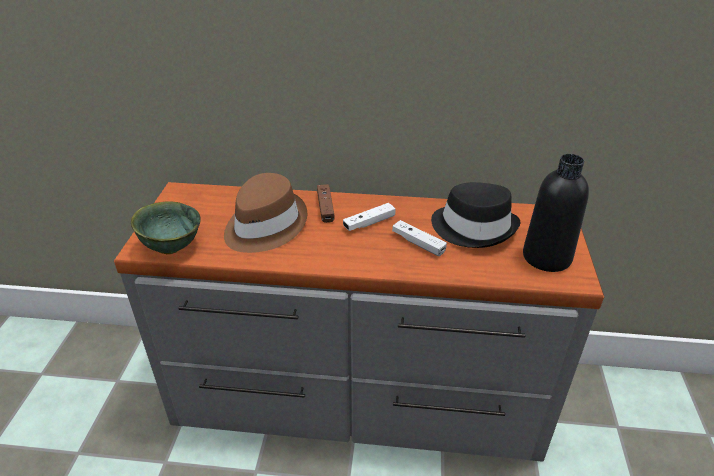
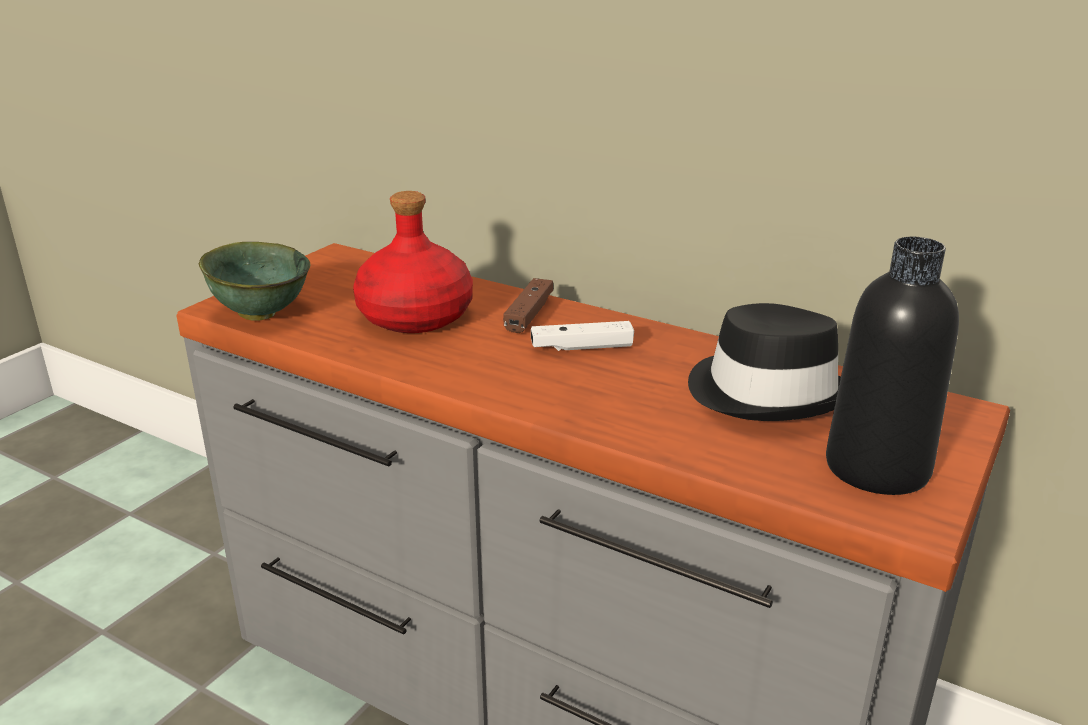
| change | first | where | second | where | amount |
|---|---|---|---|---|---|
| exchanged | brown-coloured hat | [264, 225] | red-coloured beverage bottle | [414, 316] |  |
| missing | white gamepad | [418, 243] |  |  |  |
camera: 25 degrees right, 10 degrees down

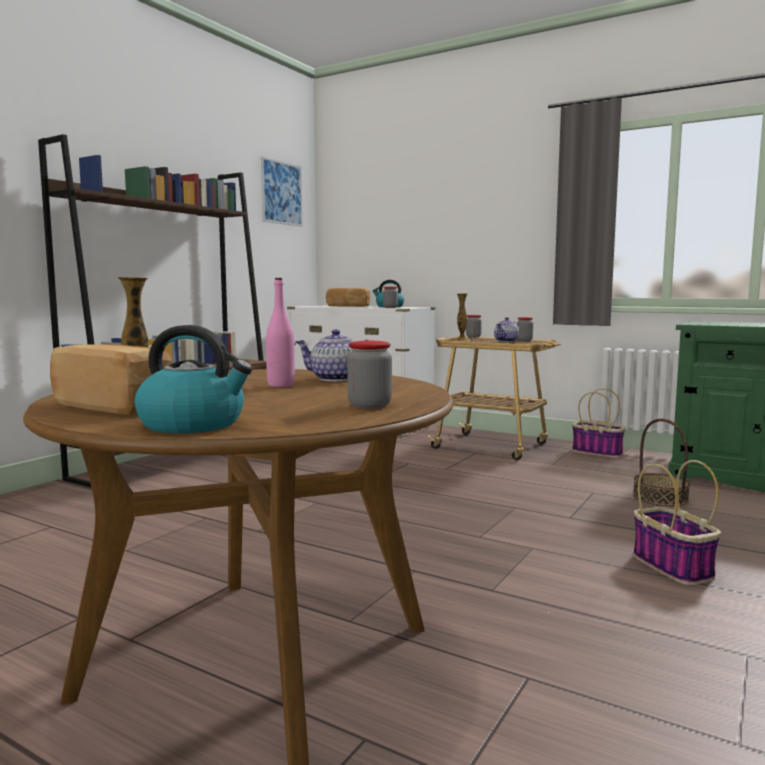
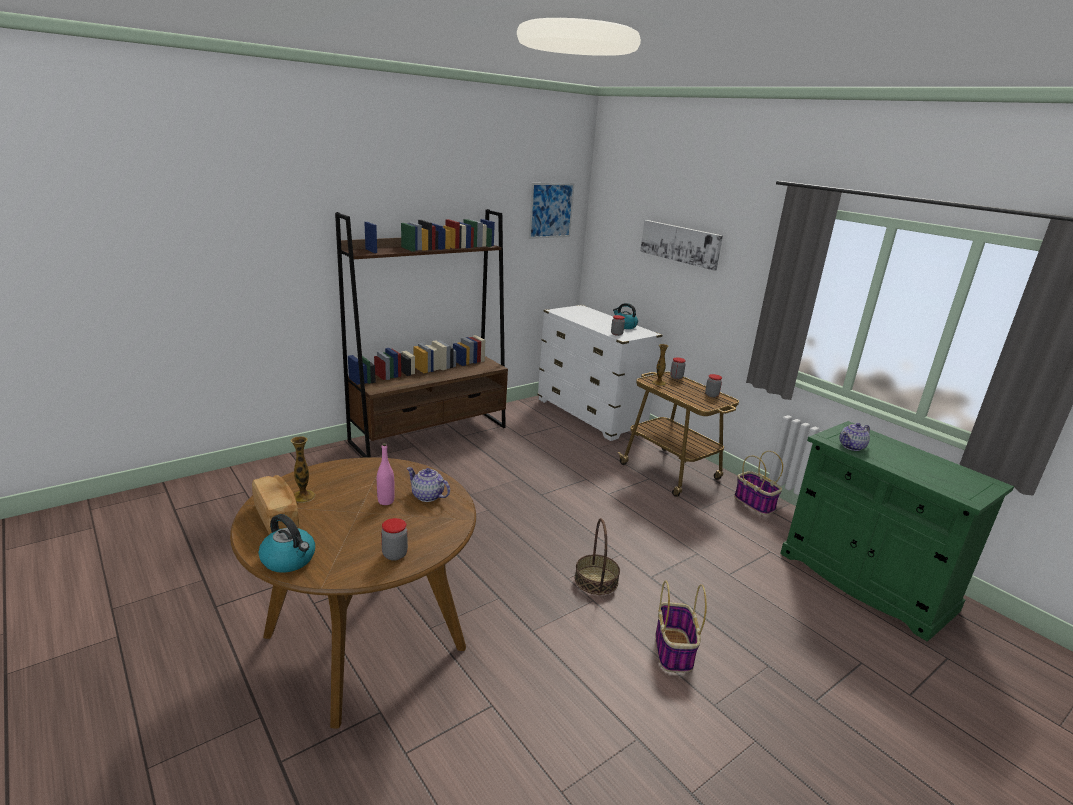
| change | first | where | second | where | amount |
|---|---|---|---|---|---|
| missing | bakery bread | [347, 306] |  |  |  |
| relocated | tea pot | [506, 341] |  | [852, 447] |  |
| relocated | basket | [660, 498] |  | [596, 580] |  |
| appeared |  |  | wall picture | [680, 244] |  |
camera: 20 degrees right, 15 degrees up

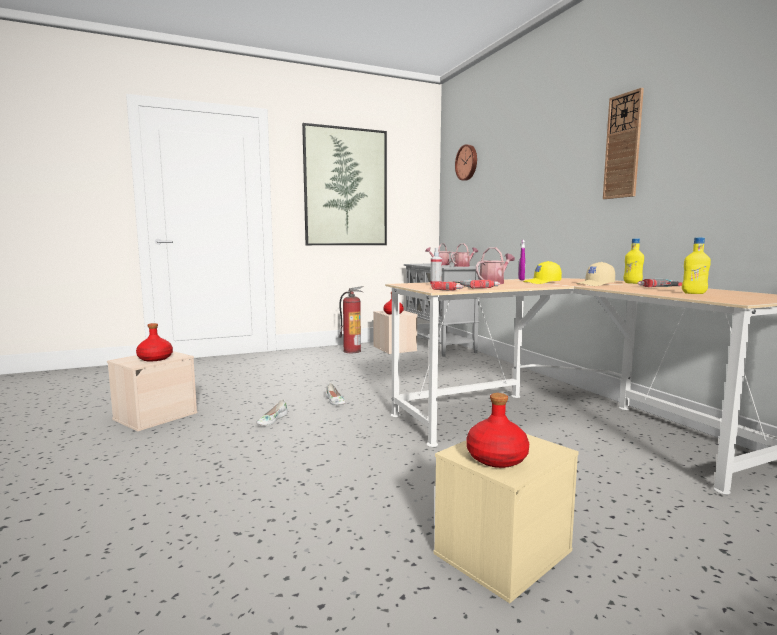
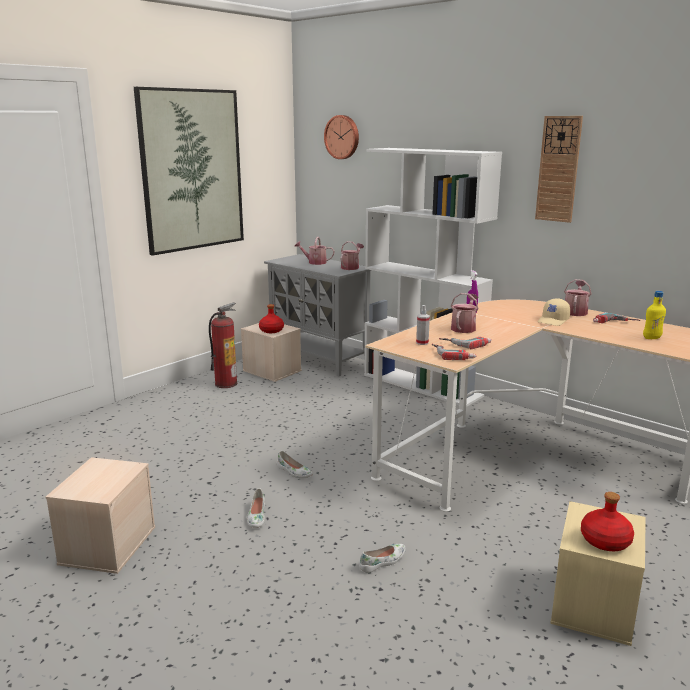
| change | first | where | second | where | amount |
|---|---|---|---|---|---|
| exchanged | yellow beverage bottle | [632, 283] | watering pot | [575, 311] |  |
| missing | yellow cap | [542, 282] |  |  |  |
| missing | red-coloured beverage bottle | [155, 358] |  |  |  |
| appeared |  |  | white bookshelf | [422, 385] |  |
| appeared |  |  | white low shoe | [383, 562] |  |
camera: 25 degrees left, 10 degrees up

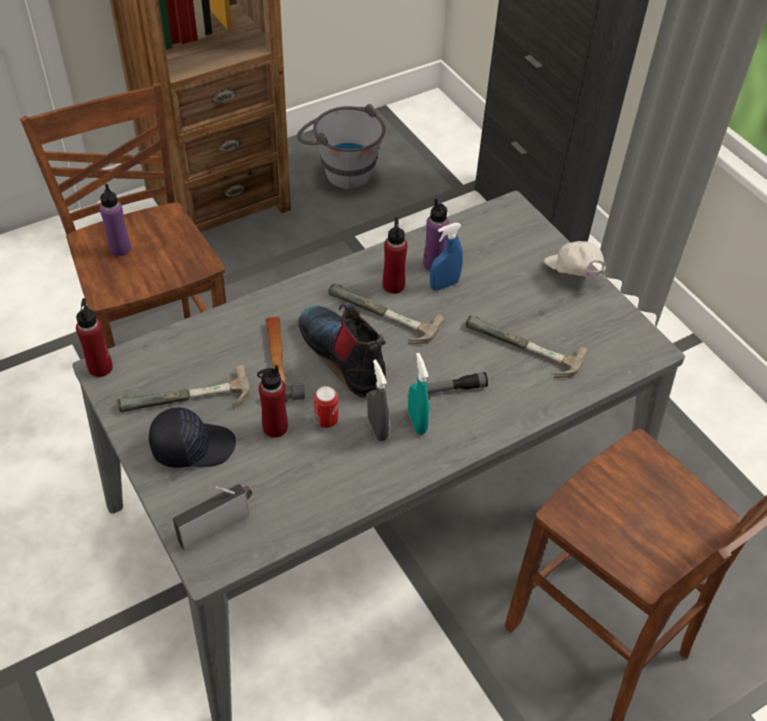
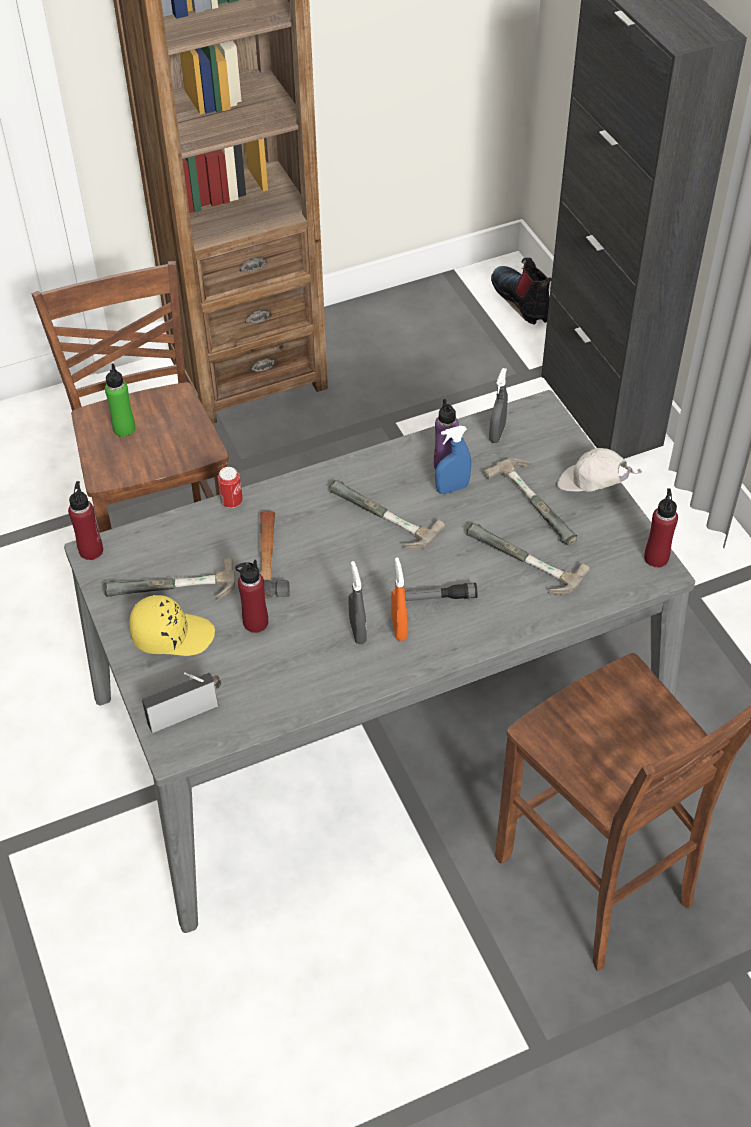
| change | first | where | second | where | amount |
|---|---|---|---|---|---|
| missing | greyish water bucket | [341, 170] |  |  |  |
| colour | purple-coloured beverage bottle | [120, 249] | greenish beverage bottle | [124, 429] |  |
| relocated | red-coloured beverage bottle | [393, 285] |  | [656, 558] |  |
| spun | white cap | [572, 275] |  | [592, 487] | 45 degrees counterclockwise |
| relocated | high-top boot | [345, 357] |  | [522, 301] |  |
| colour | blue-green hand sprayer | [417, 422] | orange hand sprayer | [399, 628] |  |
| relocated | metal can | [326, 420] |  | [231, 502] |  |
| colour | black-coloured cap | [192, 446] | yellow cap | [172, 634] |  |
| appeared |  |  | greyish hand sprayer | [497, 434] |  |
| appeared |  |  | tool hammer | [539, 501] |  |
camera: 10 degrees right, 0 degrees up

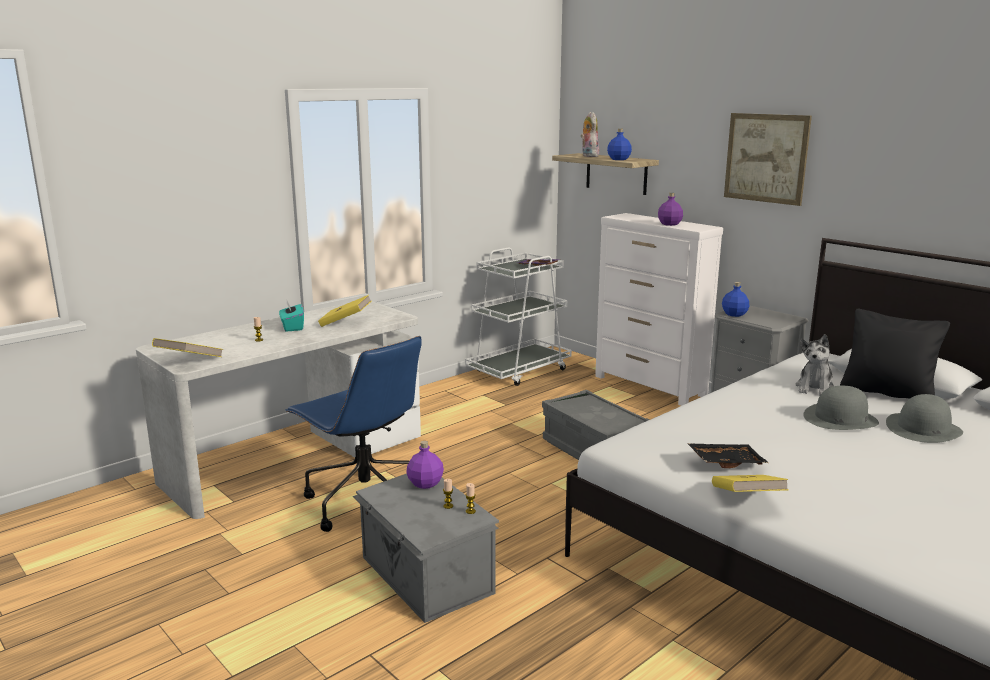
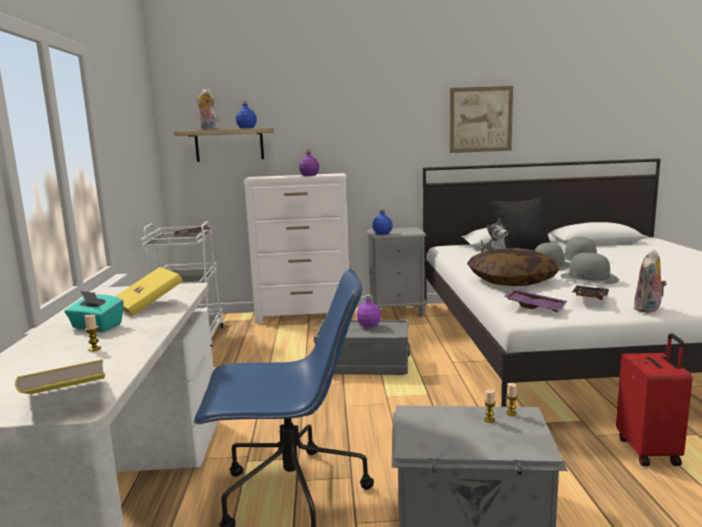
| change | first | where | second | where | amount |
|---|---|---|---|---|---|
| relocated | wall picture | [766, 158] |  | [480, 119] |  |
| relocated | purple-coloured beverage bottle | [424, 484] |  | [368, 325] |  |
| exchanged | yellow bound book | [746, 499] | soft toy | [648, 309] |  |
| appeared |  |  | throw pillow | [511, 281] |  |
| appeared |  |  | greyish hat | [589, 278] |  |
| appeared |  |  | purple-coloured tray | [535, 306] |  |
| appeared |  |  | red-coloured travel case | [649, 451] |  |
camera: 50 degrees left, 5 degrees down

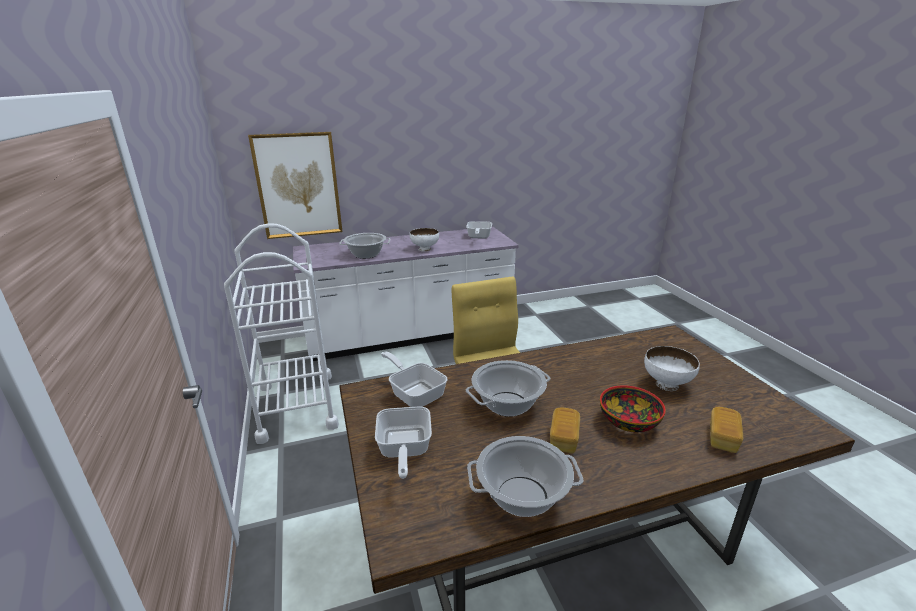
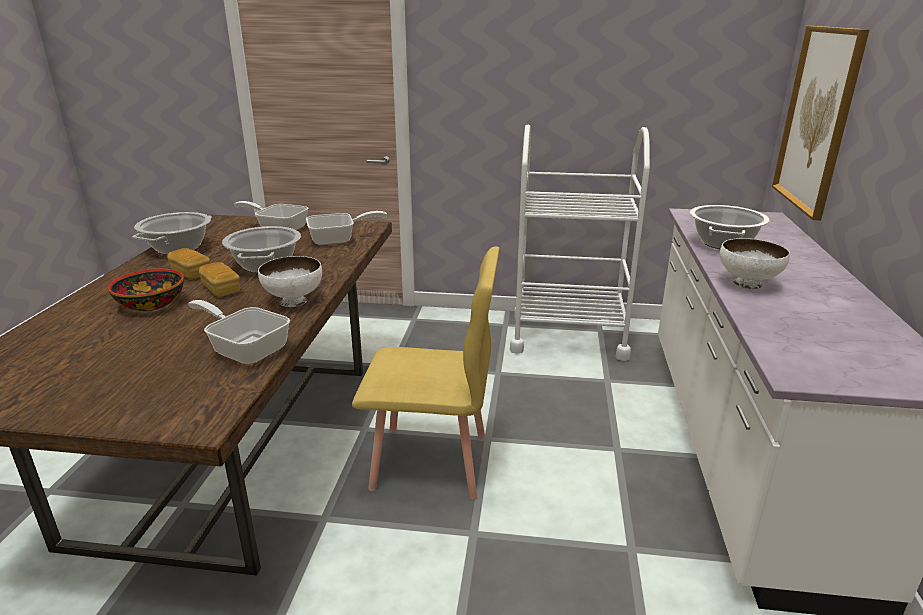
| change | first | where | second | where | amount |
|---|---|---|---|---|---|
| relocated | pan | [478, 237] |  | [245, 348] |  |
| relocated | white bowl | [666, 384] |  | [294, 301] |  |
| relocated | bakery bread | [722, 438] |  | [221, 290] |  |
camera: 115 degrees right, 0 degrees up

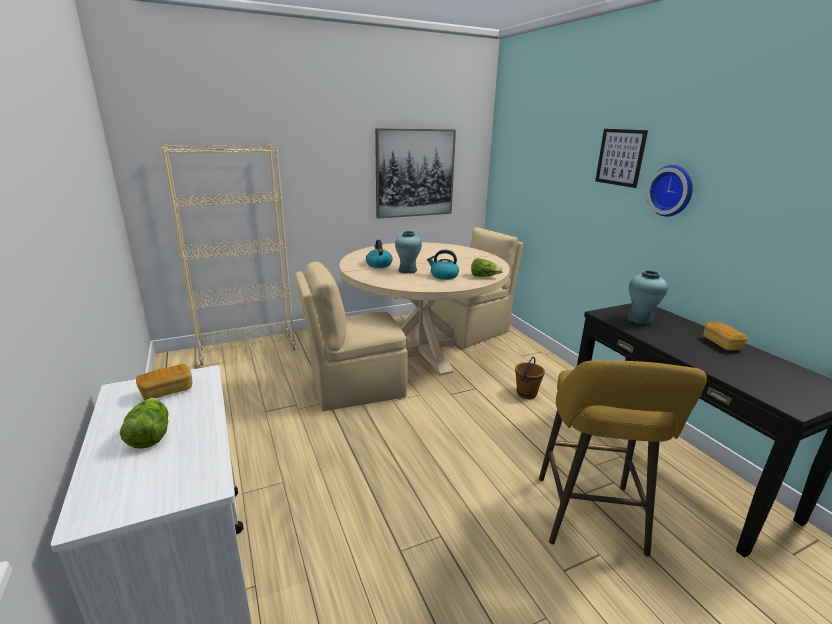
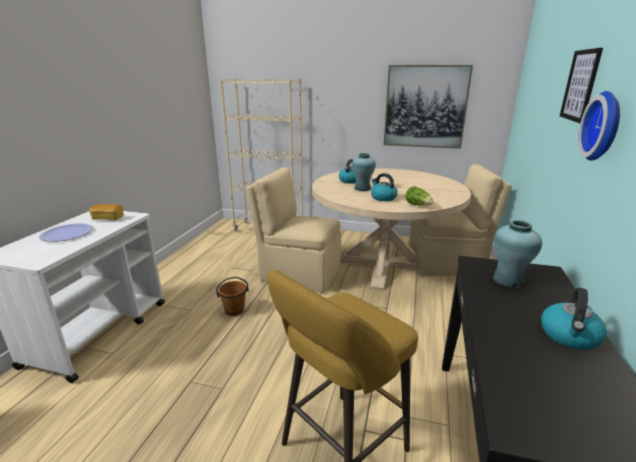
| change | first | where | second | where | amount |
|---|---|---|---|---|---|
| exchanged | bakery bread | [721, 344] | kettle | [569, 336] |  |
| relocated | brown-coloured water bucket | [526, 394] |  | [234, 311] |  |
| exchanged | lettuce | [149, 435] | plate | [67, 234] |  |
camera: 40 degrees right, 0 degrees up

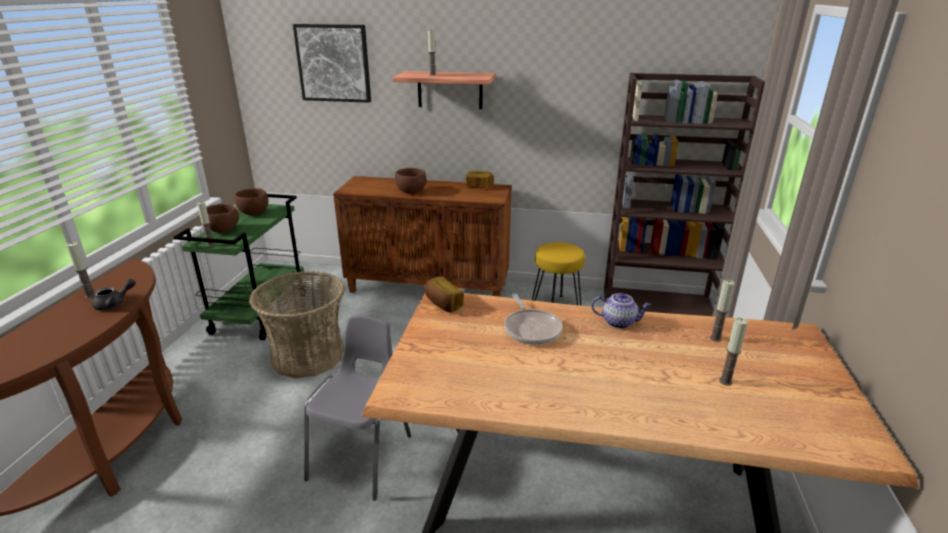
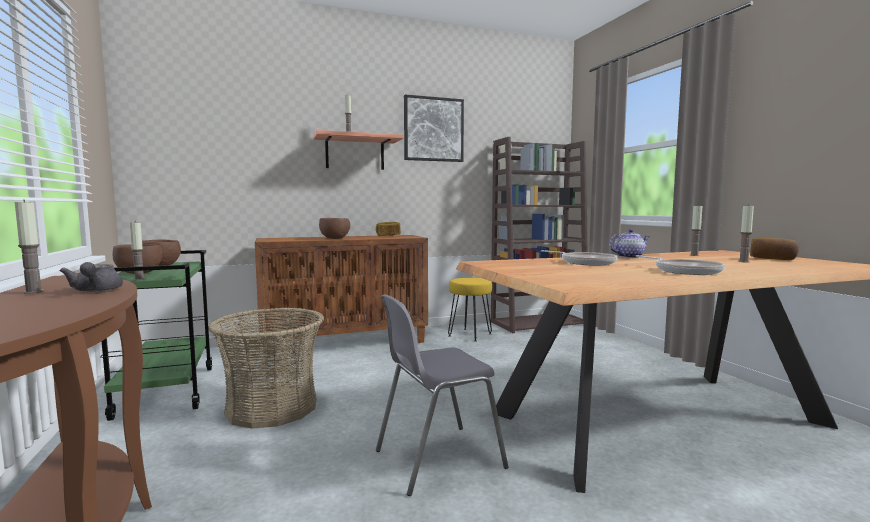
| change | first | where | second | where | amount |
|---|---|---|---|---|---|
| relocated | wall picture | [333, 63] |  | [433, 129] |  |
| relocated | bakery bread | [443, 304] |  | [772, 259] |  |
| spun | greyish tea pot | [115, 304] |  | [95, 291] | 135 degrees clockwise |
| spun | greyish upright chair | [362, 457] |  | [437, 458] | 105 degrees counterclockwise |
| appeared |  |  | pan | [684, 271] |  |
camera: 30 degrees left, 20 degrees down

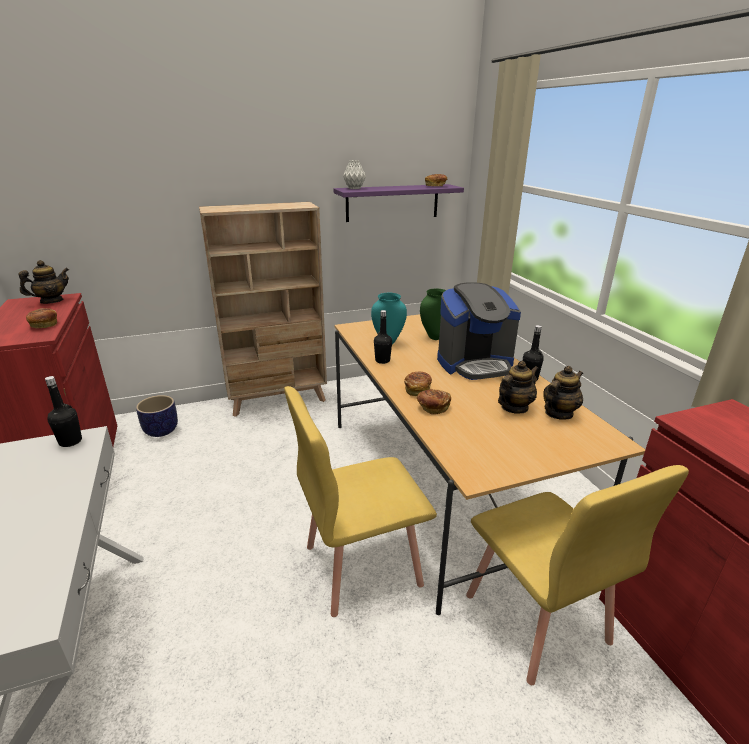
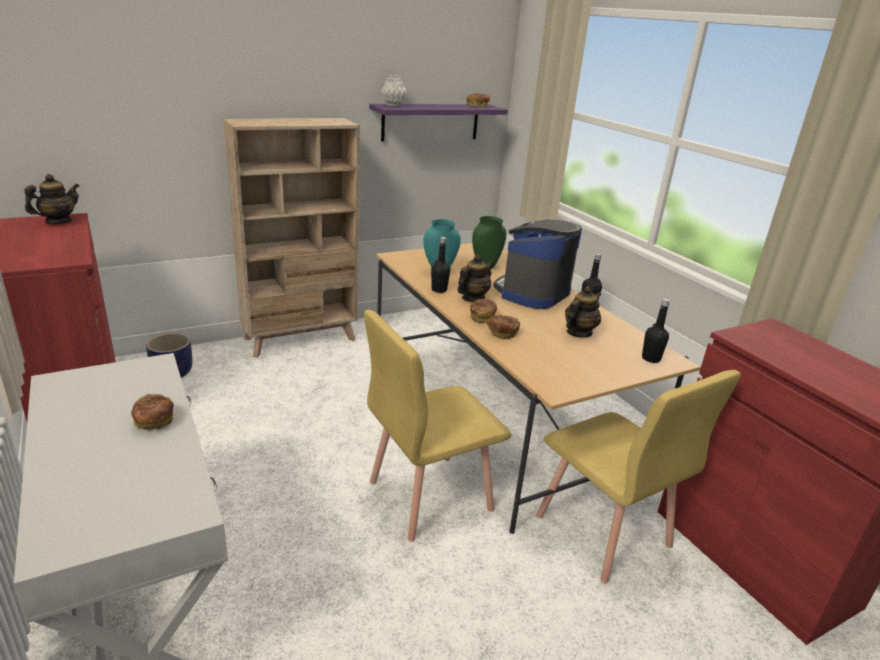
| change | first | where | second | where | amount |
|---|---|---|---|---|---|
| spun | coffee maker | [475, 363] |  | [532, 293] | 150 degrees clockwise |
| relocated | bakery bread | [44, 325] |  | [154, 421] |  |
| relocated | tea pot | [558, 413] |  | [472, 298] |  |
| relocated | black-coloured beverage bottle | [70, 441] |  | [651, 358] |  |
camera: 10 degrees left, 0 degrees up

